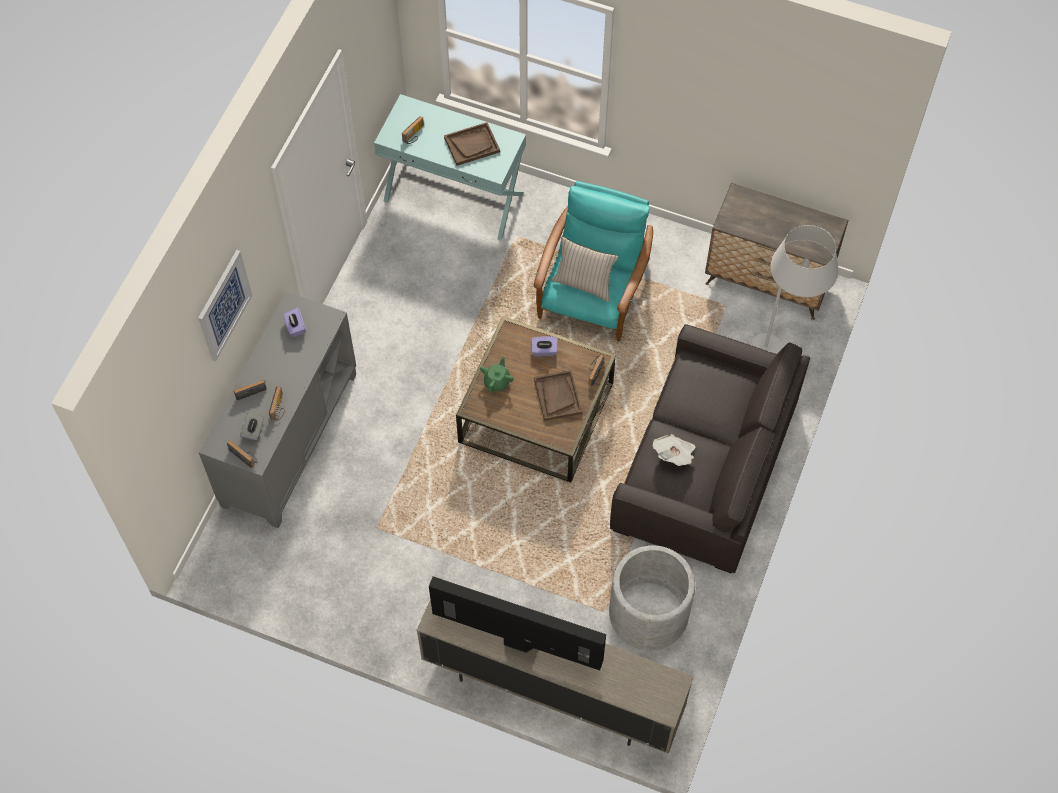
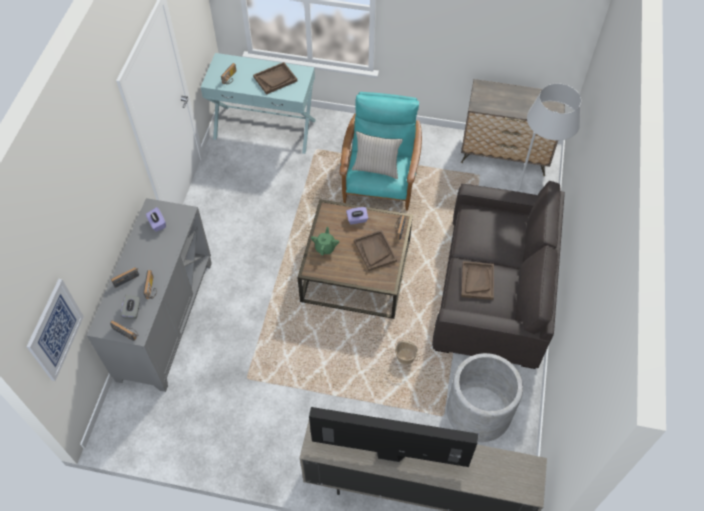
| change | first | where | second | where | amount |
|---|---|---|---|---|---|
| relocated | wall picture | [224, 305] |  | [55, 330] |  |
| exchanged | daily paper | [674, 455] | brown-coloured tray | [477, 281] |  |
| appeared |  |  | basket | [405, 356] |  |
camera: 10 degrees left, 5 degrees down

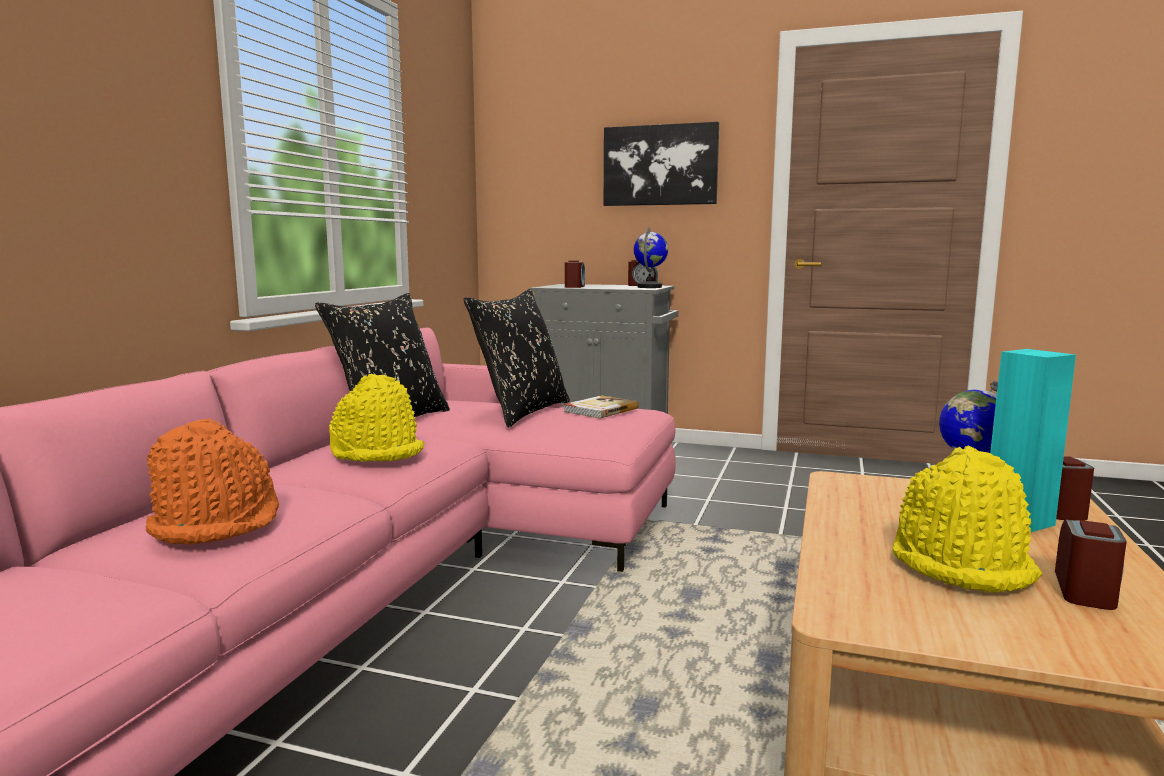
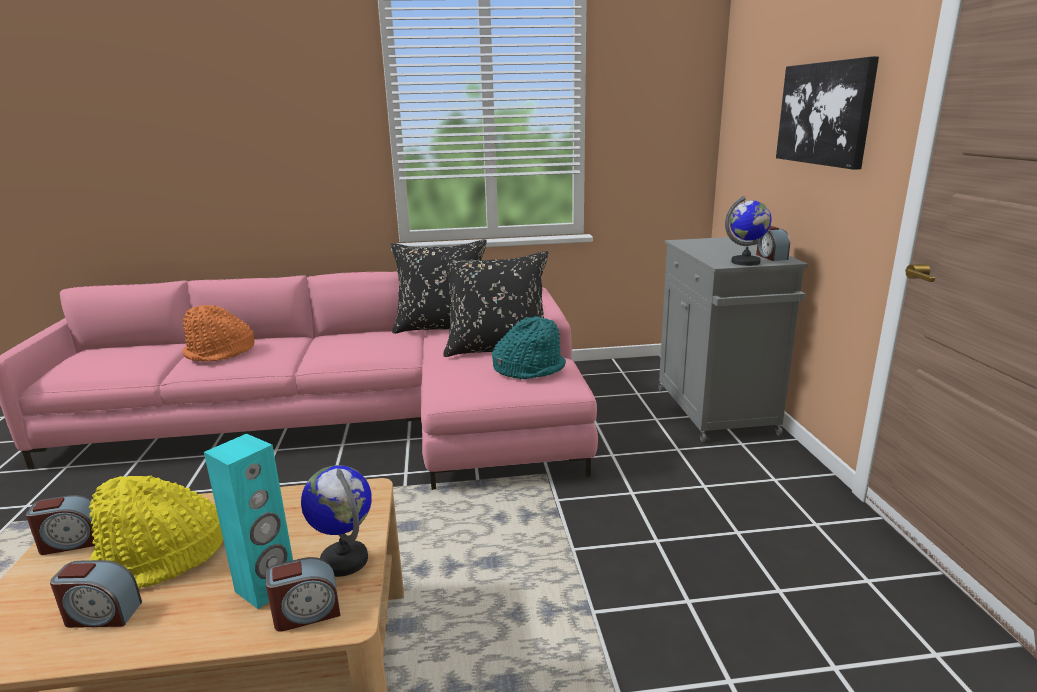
| change | first | where | second | where | amount |
|---|---|---|---|---|---|
| relocated | bedside clock | [574, 287] |  | [72, 542] |  |
| missing | yellow hat | [377, 452] |  |  |  |
| exchanged | bound book | [600, 410] | blue-green hat | [529, 368] |  |
camera: 65 degrees right, 10 degrees up

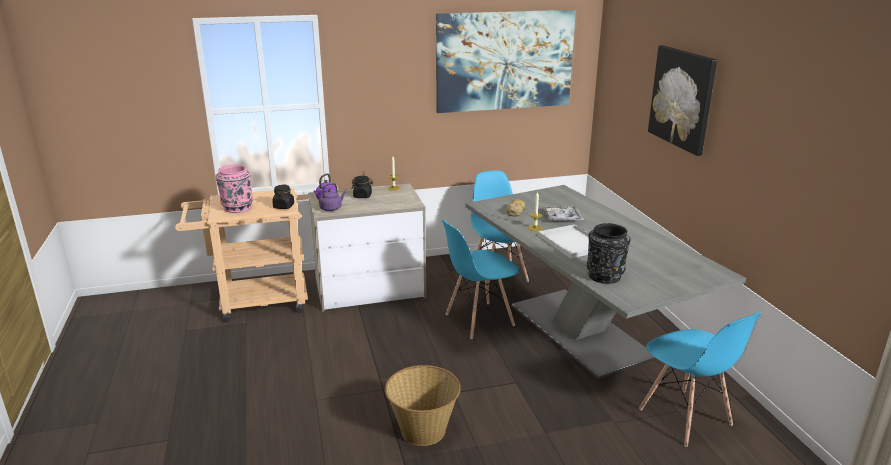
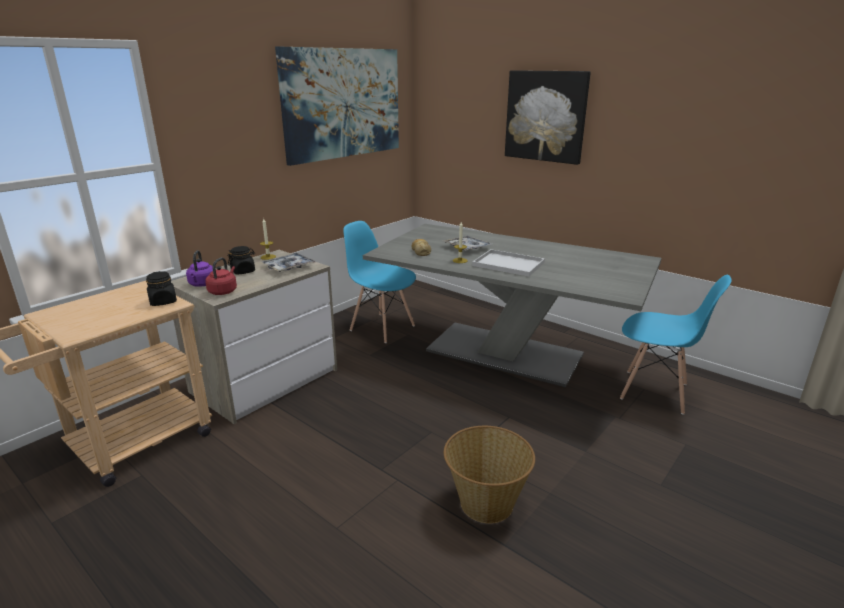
| change | first | where | second | where | amount |
|---|---|---|---|---|---|
| missing | pink flower vase | [237, 208] |  |  |  |
| colour | purple-coloured kettle | [332, 208] | red-coloured kettle | [223, 291] |  |
| missing | bluish upright chair | [479, 320] |  |  |  |
| missing | black-coloured flower vase | [605, 275] |  |  |  |
| appeared |  |  | tray | [288, 267] |  |
camera: 35 degrees left, 0 degrees up

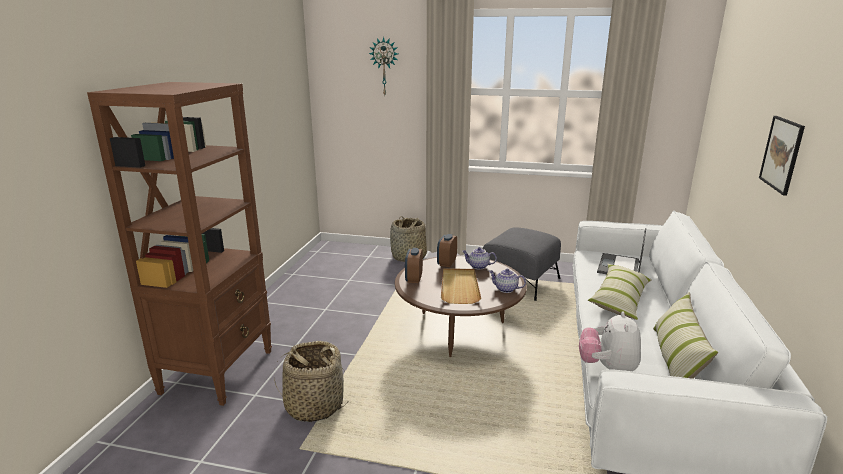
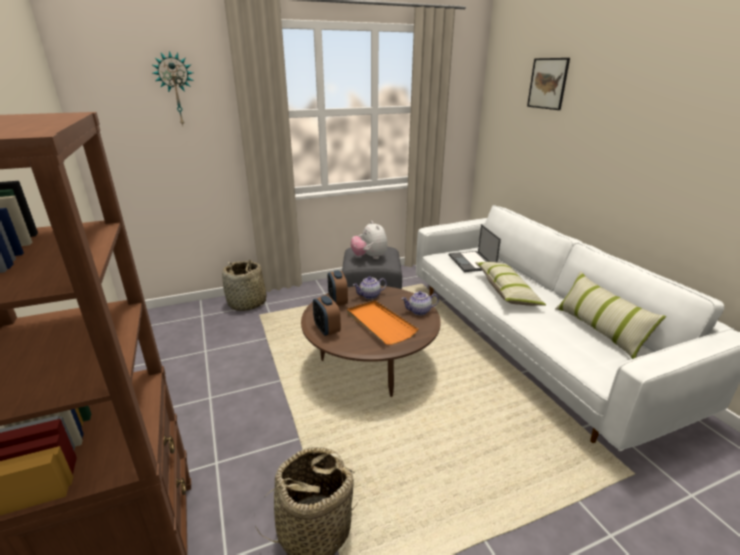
| change | first | where | second | where | amount |
|---|---|---|---|---|---|
| relocated | wall picture | [781, 154] |  | [548, 83] |  |
| colour | sand-coloured tray | [459, 287] | orange tray | [379, 324] |  |
| relocated | soft toy | [607, 368] |  | [369, 257] |  |
camera: 35 degrees left, 5 degrees up

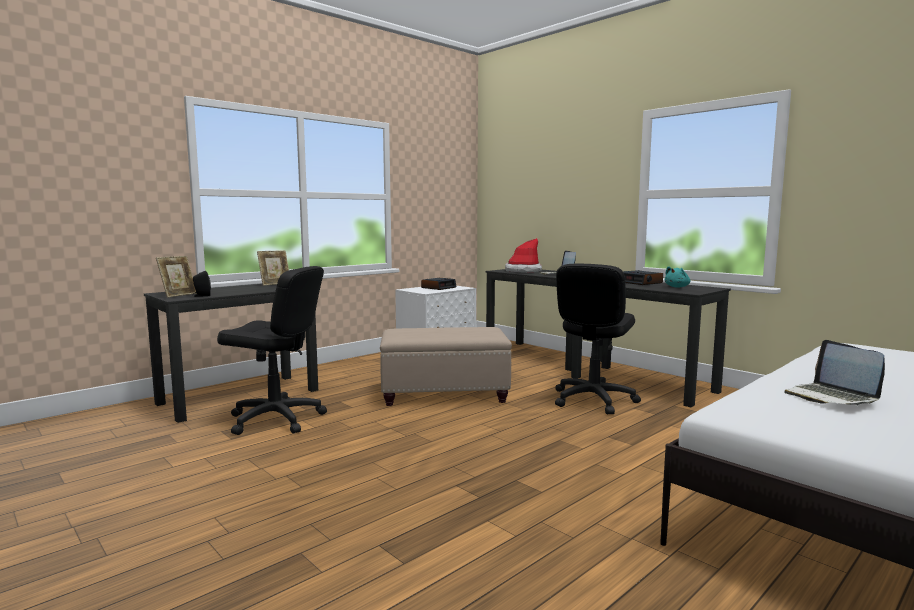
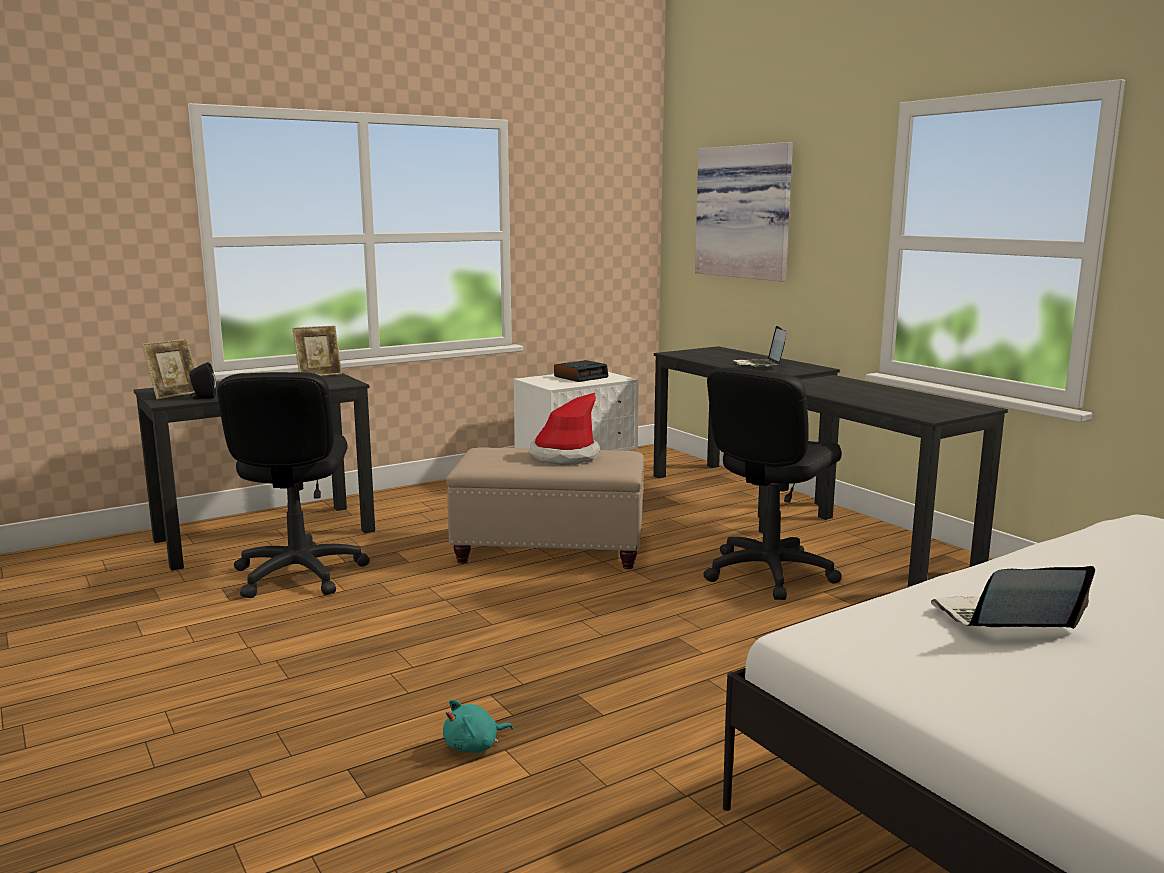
| change | first | where | second | where | amount |
|---|---|---|---|---|---|
| relocated | hat | [523, 271] |  | [564, 456] |  |
| spun | black-coloured desk chair | [276, 419] |  | [298, 574] | 60 degrees clockwise |
| relocated | blue-green soft toy | [677, 287] |  | [474, 746] |  |
| missing | bedside clock | [640, 282] |  |  |  |
| spun | laptop | [830, 397] |  | [1002, 621] | 90 degrees clockwise |
| appeared |  |  | wall picture | [746, 212] |  |
camera: 10 degrees right, 5 degrees up

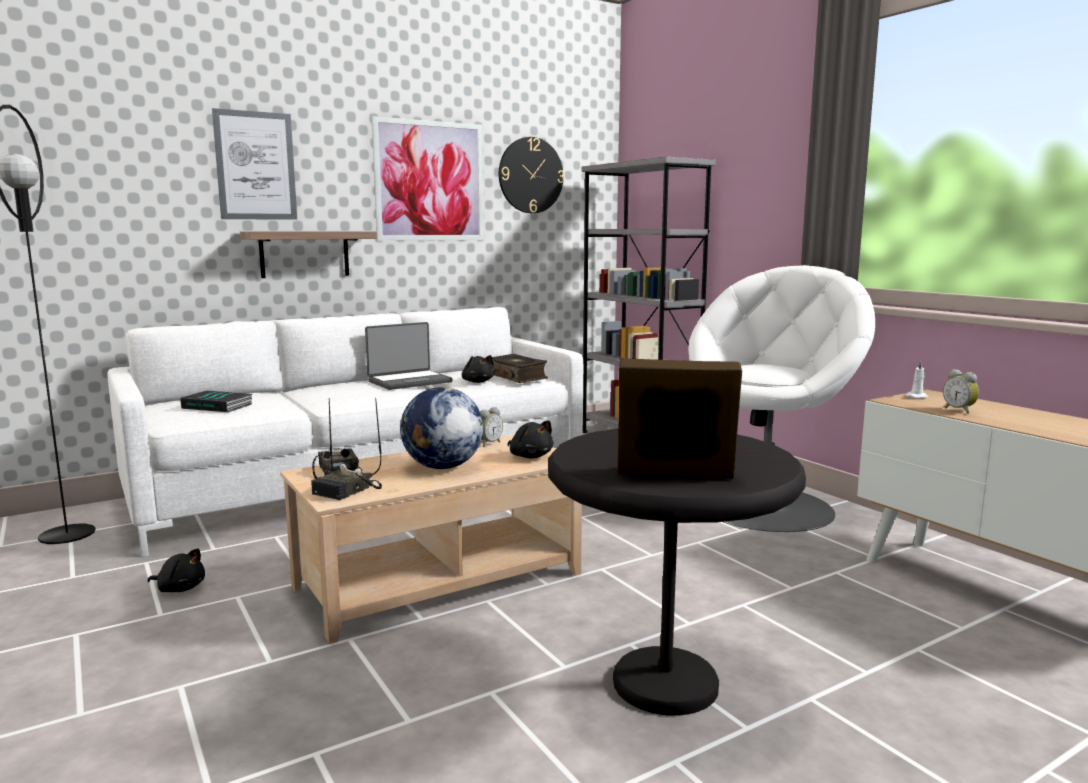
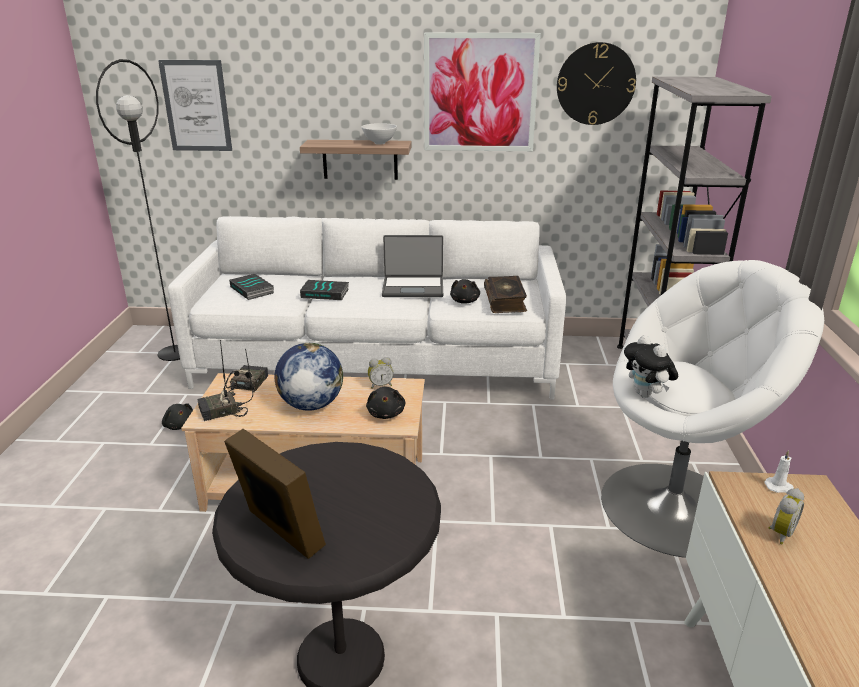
| change | first | where | second | where | amount |
|---|---|---|---|---|---|
| relocated | wall picture | [255, 166] |  | [196, 106] |  |
| spun | bedside clock | [960, 410] |  | [779, 533] | 150 degrees counterclockwise |
| appeared |  |  | white bowl | [380, 143] |  |
| appeared |  |  | bound book | [325, 293] |  |
| appeared |  |  | soft toy | [646, 395] |  |
camera: 35 degrees right, 15 degrees up

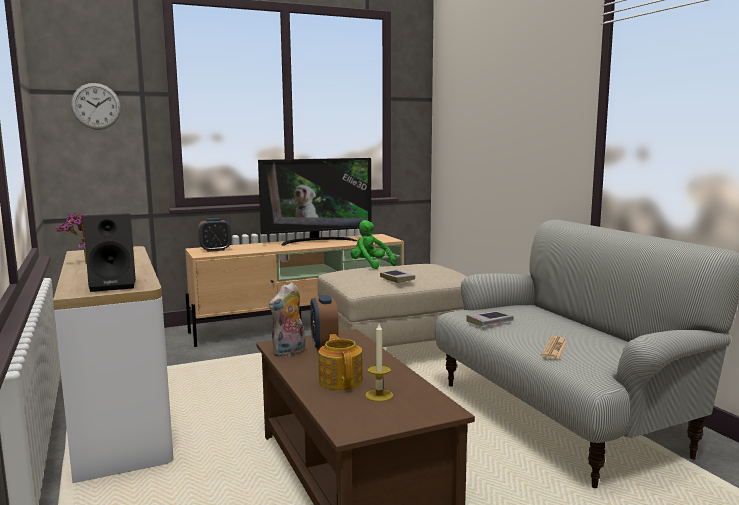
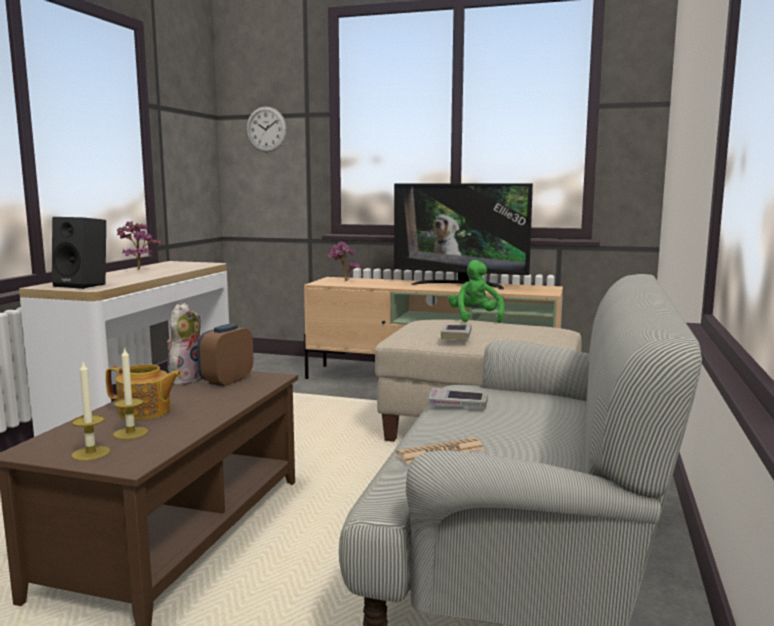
| change | first | where | second | where | amount |
|---|---|---|---|---|---|
| exchanged | bedside clock | [215, 250] | plant in a pot | [343, 280] |  |
| spun | soft toy | [289, 352] |  | [185, 379] | 120 degrees clockwise |
| spun | tea pot | [341, 381] |  | [145, 412] | 75 degrees clockwise |
| appeared |  |  | candle | [91, 453] |  |
camera: 40 degrees right, 0 degrees up

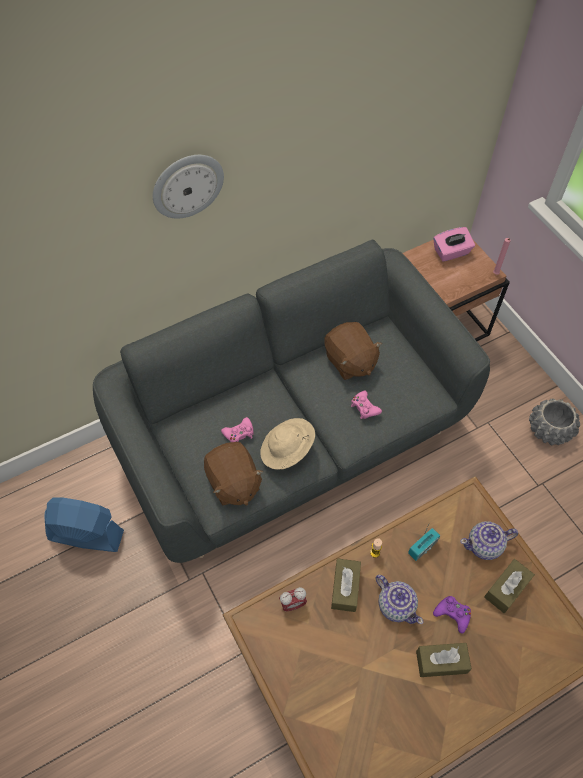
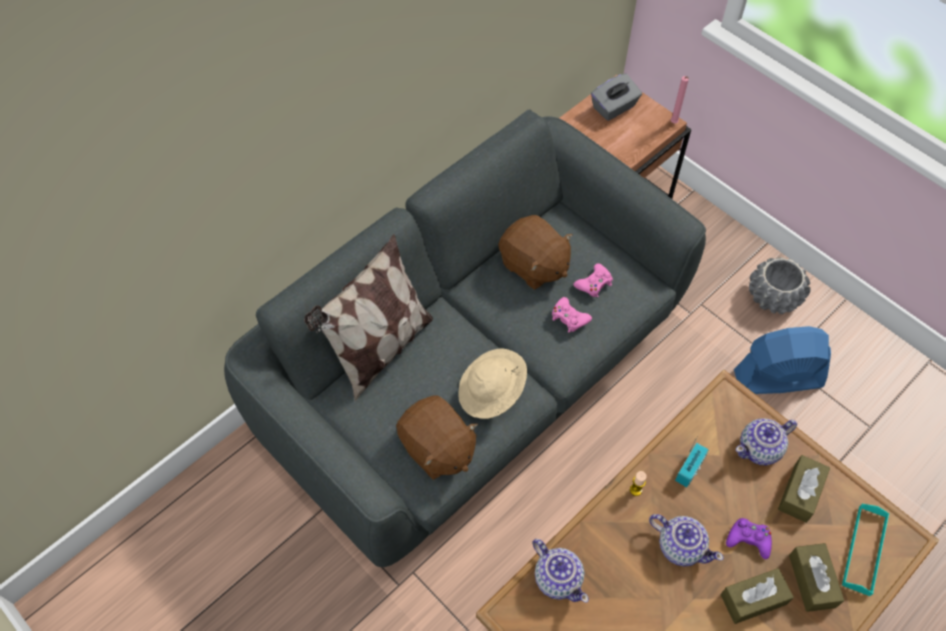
| change | first | where | second | where | amount |
|---|---|---|---|---|---|
| missing | hanging clock | [187, 185] |  |  |  |
| colour | pink tissue holder | [451, 252] | greyish tissue holder | [614, 108] |  |
| relocated | pink gamepad | [239, 433] |  | [594, 284] |  |
| relocated | bluish fan | [86, 535] |  | [777, 378] |  |
| relocated | brown-coloured tissue holder | [345, 588] |  | [812, 581] |  |
| exchanged | bedside clock | [293, 604] | tea pot | [558, 578] |  |
| appeared |  |  | throw pillow | [379, 350] |  |
| appeared |  |  | blue-green tray | [864, 550] |  |
camera: 15 degrees left, 0 degrees up

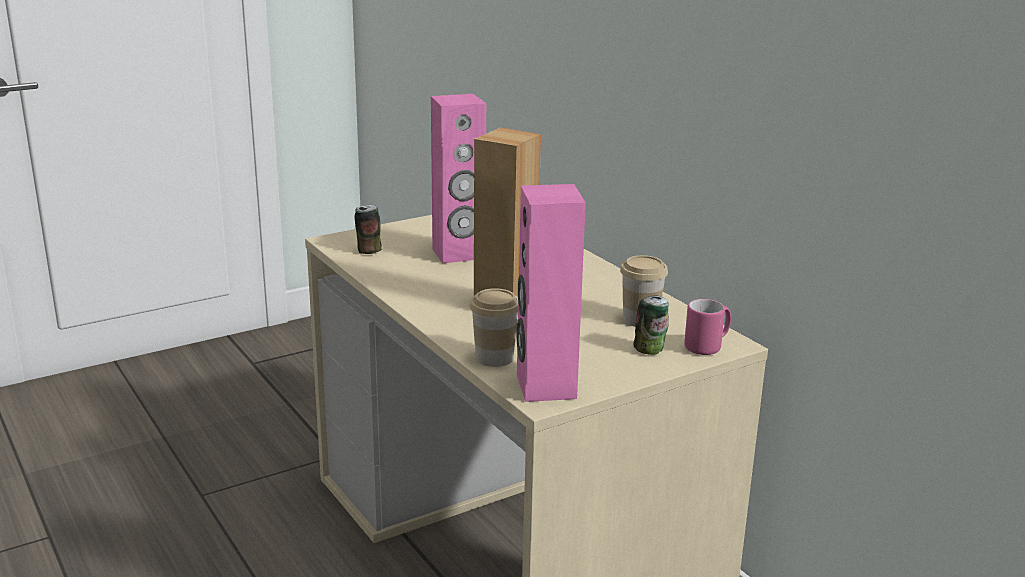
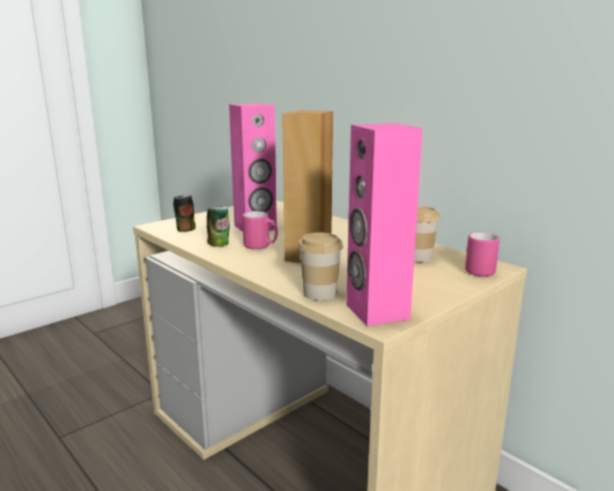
| change | first | where | second | where | amount |
|---|---|---|---|---|---|
| relocated | metal can | [650, 350] |  | [219, 245] |  |
| appeared |  |  | pink mug | [261, 247] |  |
camera: 10 degrees left, 5 degrees down

